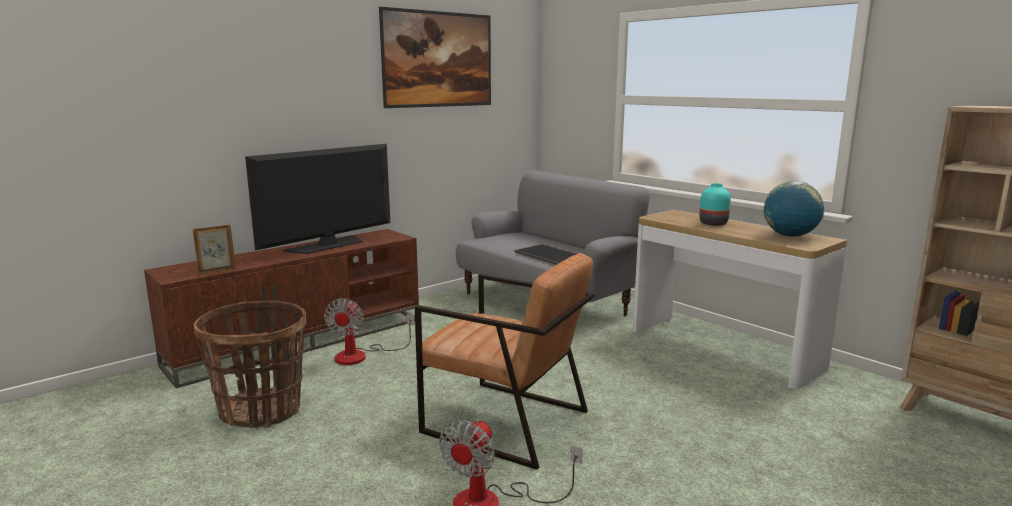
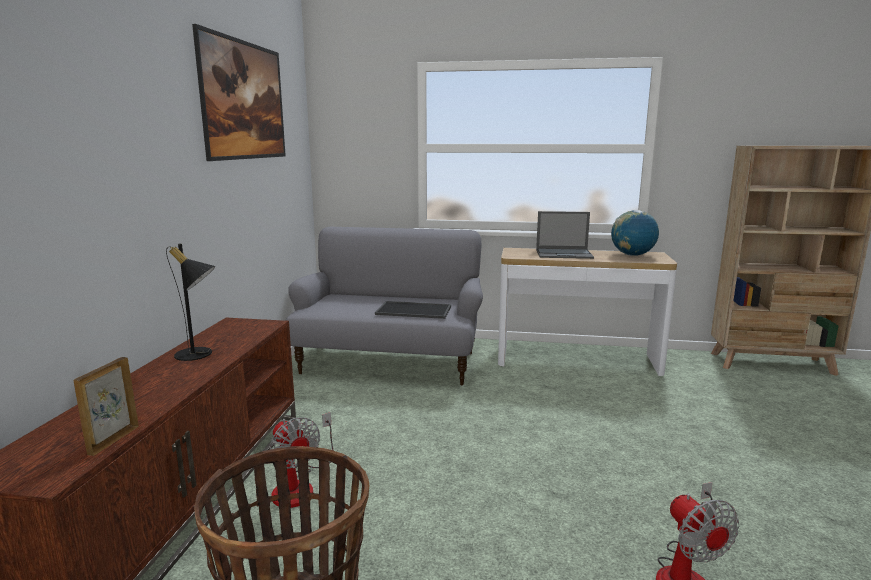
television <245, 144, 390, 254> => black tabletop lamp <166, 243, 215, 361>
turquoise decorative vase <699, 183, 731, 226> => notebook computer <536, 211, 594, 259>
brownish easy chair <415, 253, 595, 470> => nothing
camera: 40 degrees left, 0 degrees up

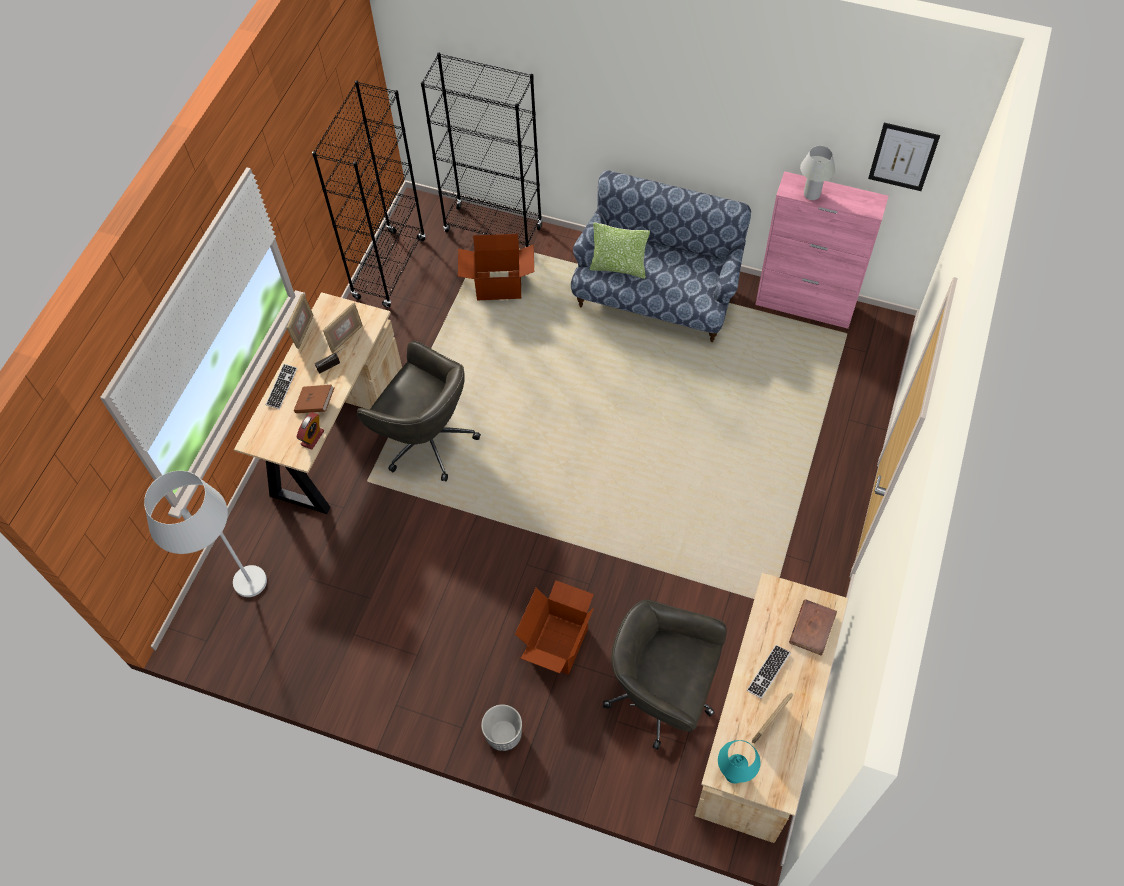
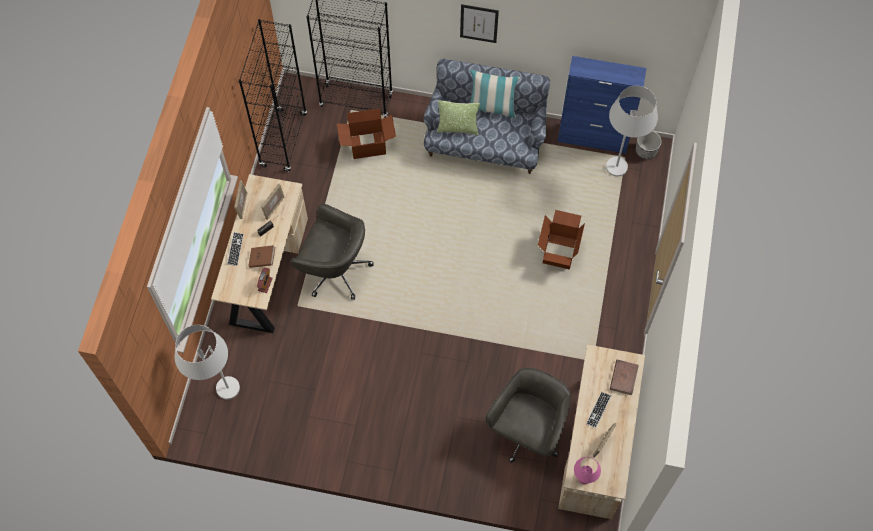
wall picture <868, 123, 940, 191> => wall picture <460, 4, 499, 43>, moved
white-coloured tabletop lamp <800, 146, 835, 200> => nothing
pink-coloured cupboard <755, 171, 888, 329> => blue cupboard <557, 56, 646, 154>
cardboard box <515, 580, 594, 675> => cardboard box <538, 210, 585, 270>, moved
gray computer chair <603, 600, 727, 750> => gray computer chair <486, 368, 571, 463>, 105 degrees clockwise
flower pot <481, 705, 522, 751> => flower pot <636, 131, 662, 159>, moved
turquoise tabletop lamp <718, 740, 761, 784> => pink-coloured tabletop lamp <574, 457, 601, 484>
nothing => cushion <470, 70, 520, 118>
nothing => white-coloured standing lamp <606, 86, 658, 176>
camera: 10 degrees left, 5 degrees up

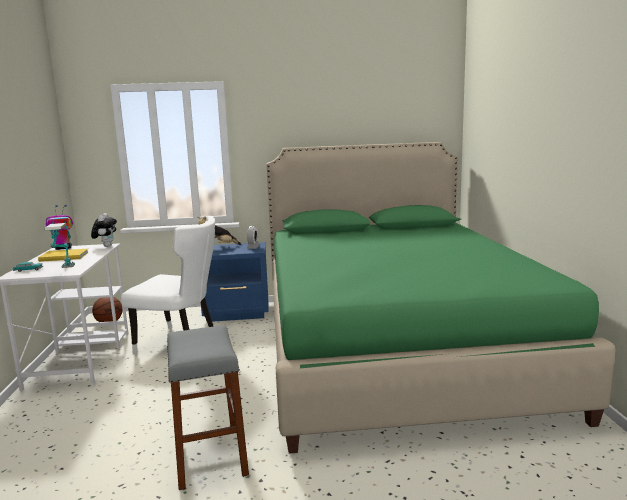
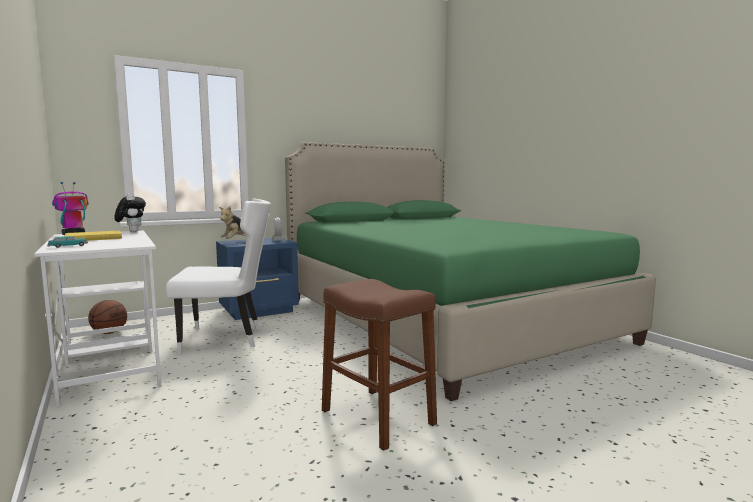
tabletop lamp <45, 223, 75, 268> => nothing
gray stool <167, 326, 249, 490> => brownish stool <322, 279, 437, 451>
camera: 25 degrees left, 5 degrees down

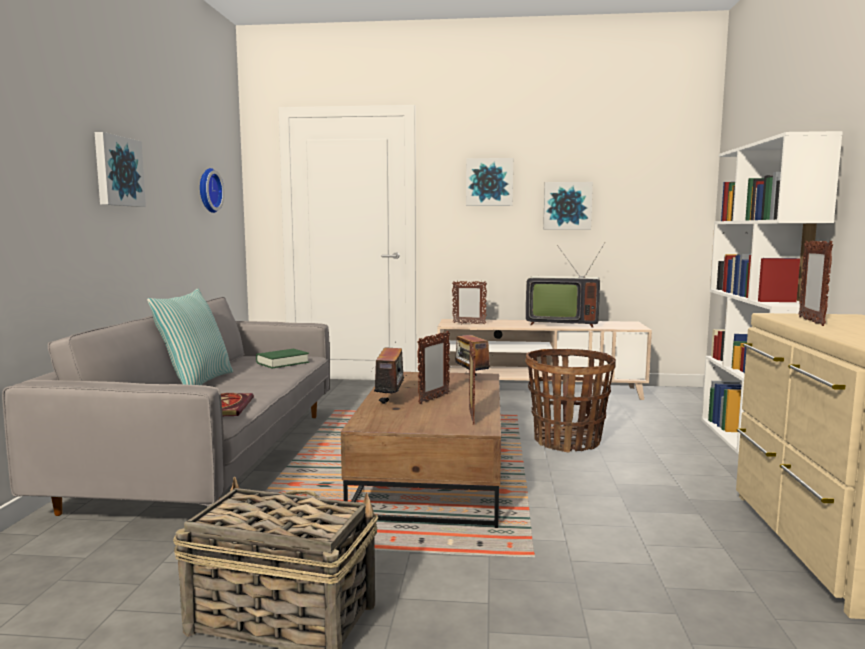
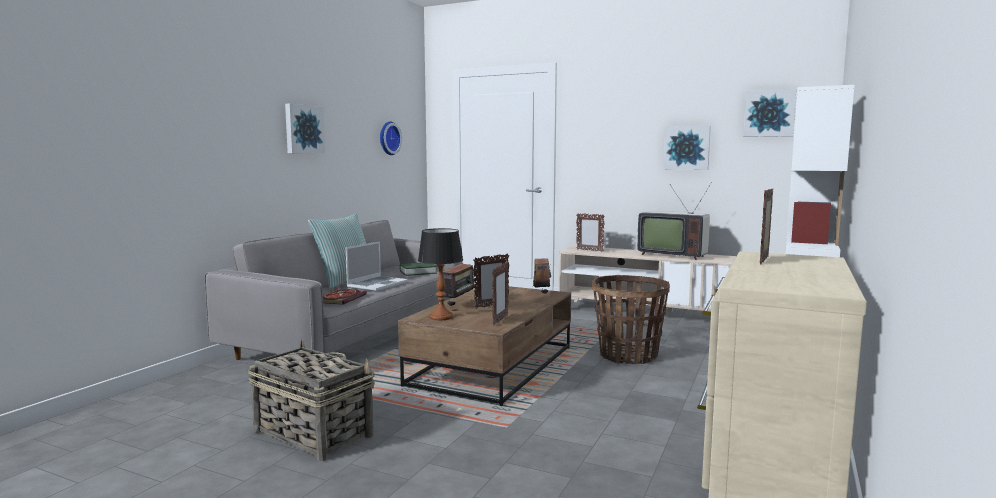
wall picture <466, 158, 513, 206> => wall picture <744, 89, 796, 137>, moved
nothing => tabletop lamp <418, 228, 463, 320>
nothing => notebook computer <346, 241, 408, 292>
camera: 20 degrees right, 0 degrees up

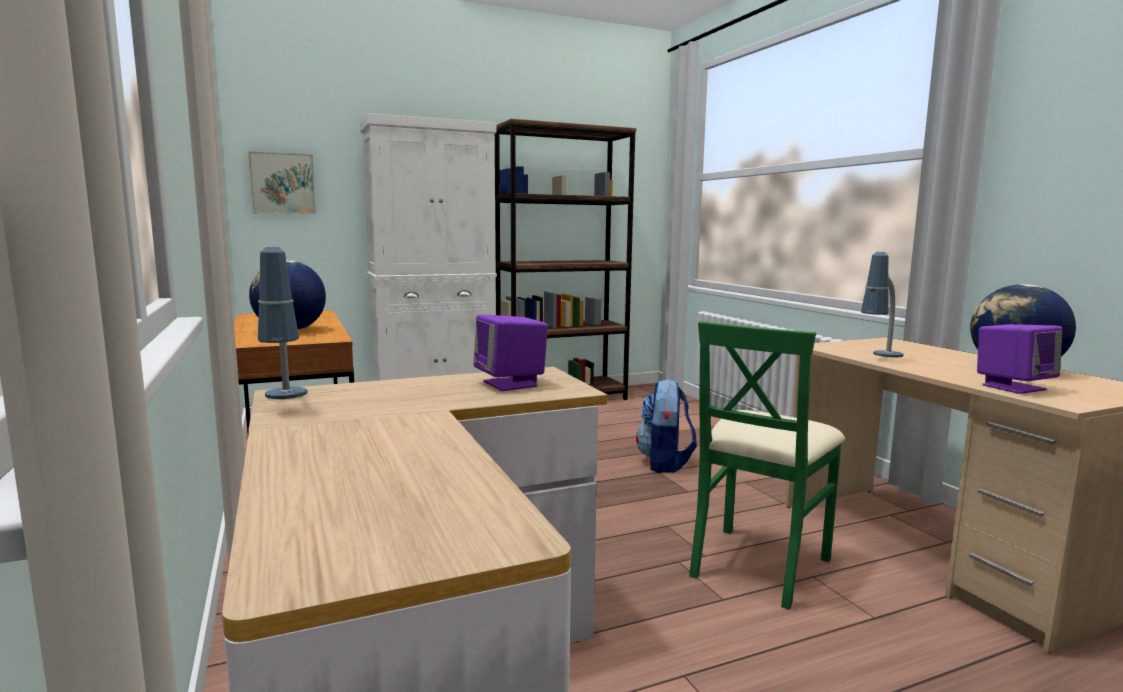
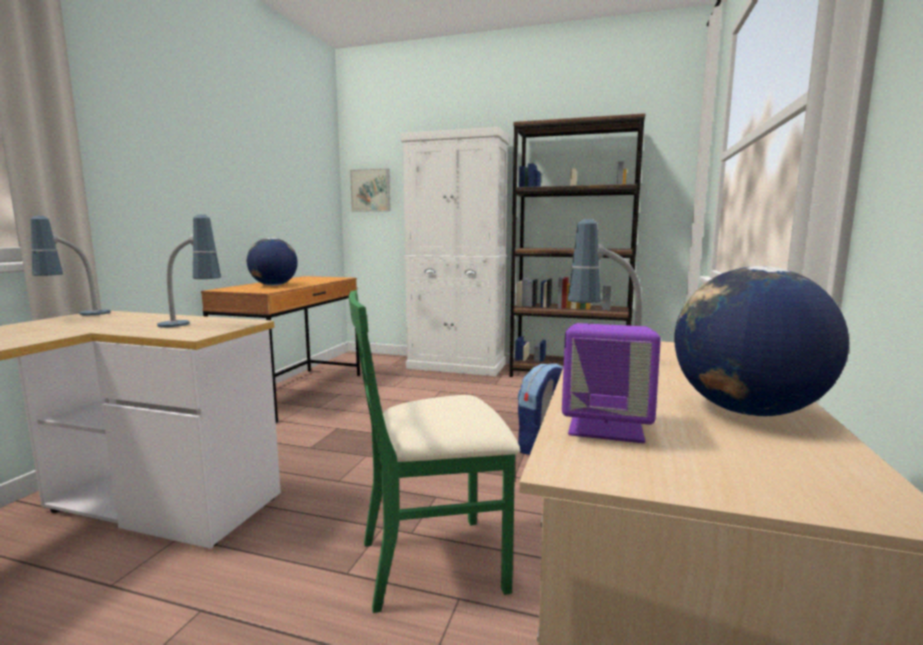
purplish speaker <473, 315, 548, 391> => tabletop lamp <157, 214, 221, 328>
camera: 40 degrees right, 0 degrees up

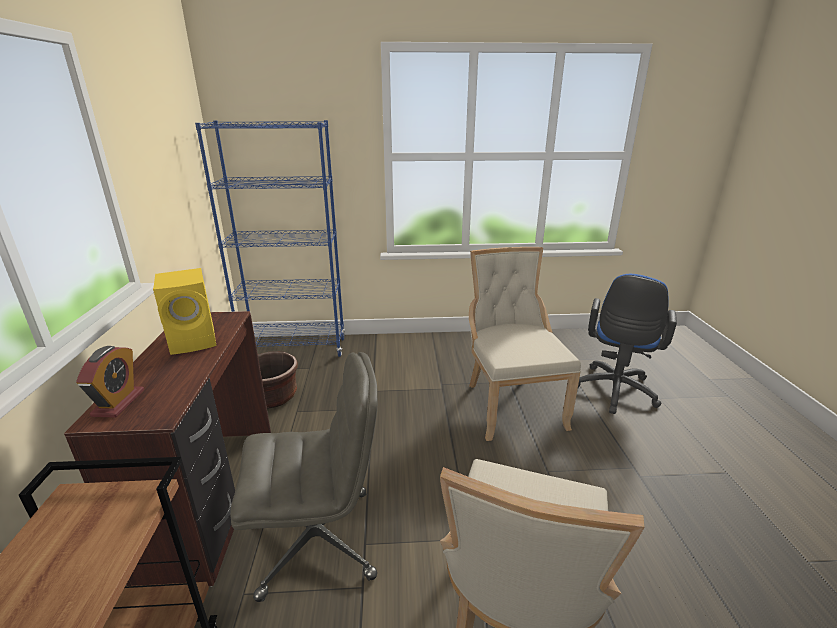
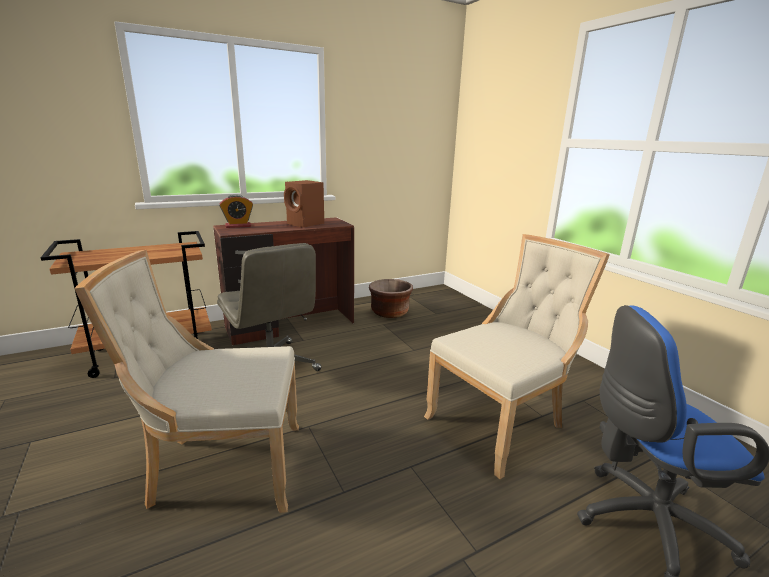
blue bookcase <195, 120, 345, 357> => nothing
yellow speaker <153, 268, 217, 355> => brownish speaker <284, 180, 324, 227>
camera: 65 degrees right, 5 degrees down

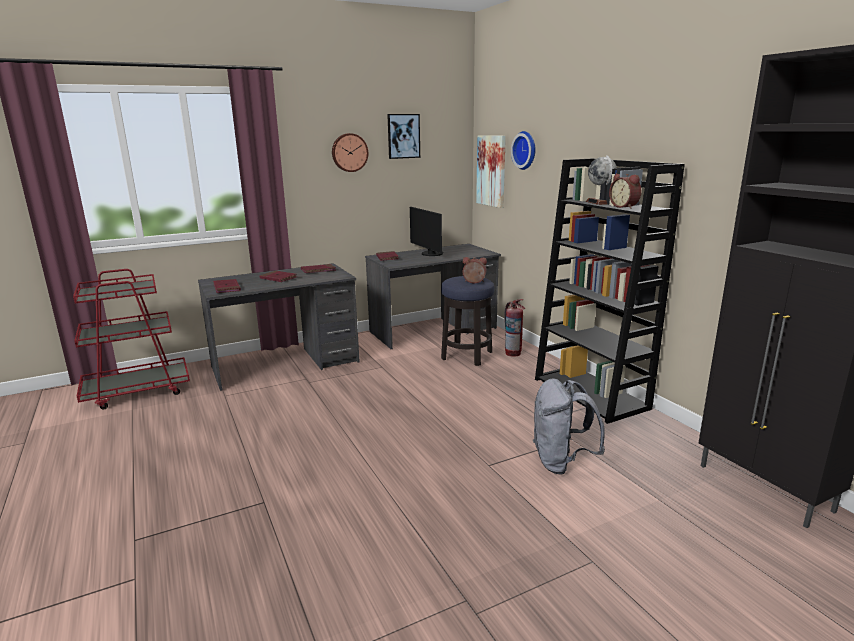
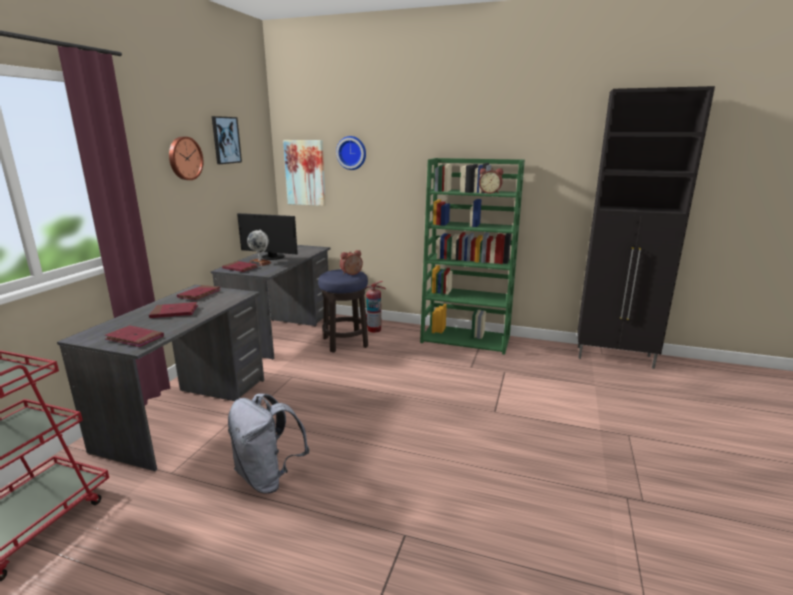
desk globe <586, 155, 617, 205> => desk globe <247, 230, 271, 266>, moved
black bookcase <535, 158, 685, 424> => green bookcase <420, 158, 525, 355>
gray backpack <533, 378, 605, 475> => gray backpack <228, 393, 310, 494>, moved
camera: 45 degrees left, 0 degrees up

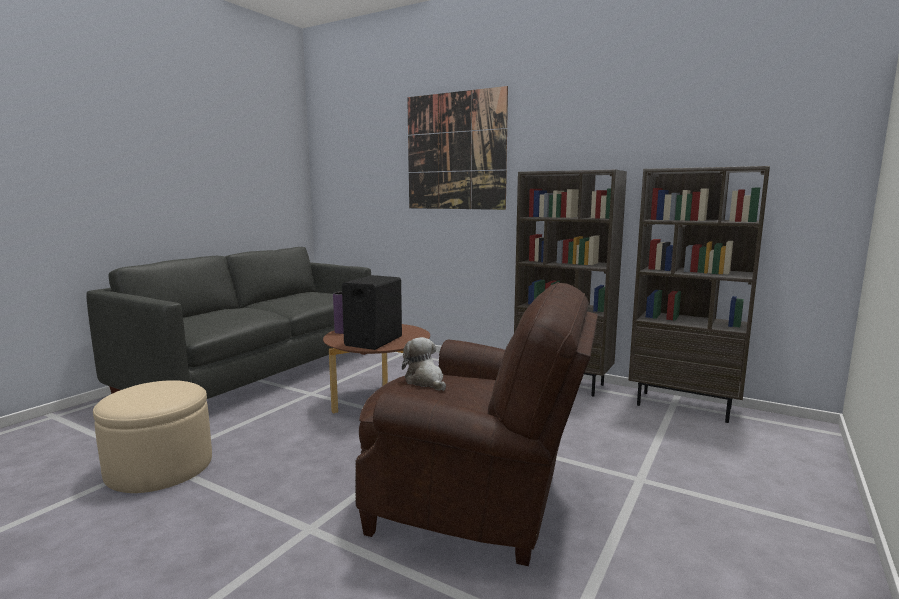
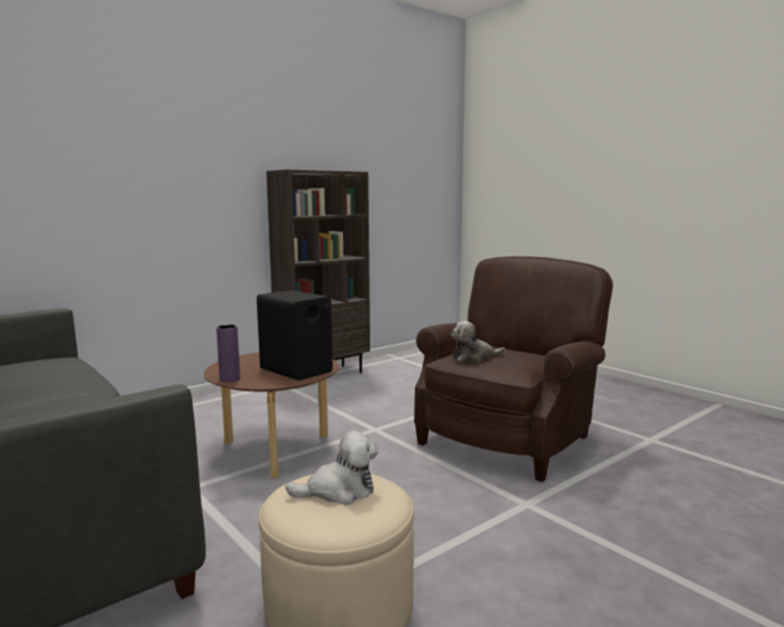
wall picture <407, 86, 508, 210> => nothing
brownish bookcase <628, 166, 770, 423> => nothing
nothing => cuddly toy <285, 430, 378, 505>
camera: 70 degrees left, 0 degrees up

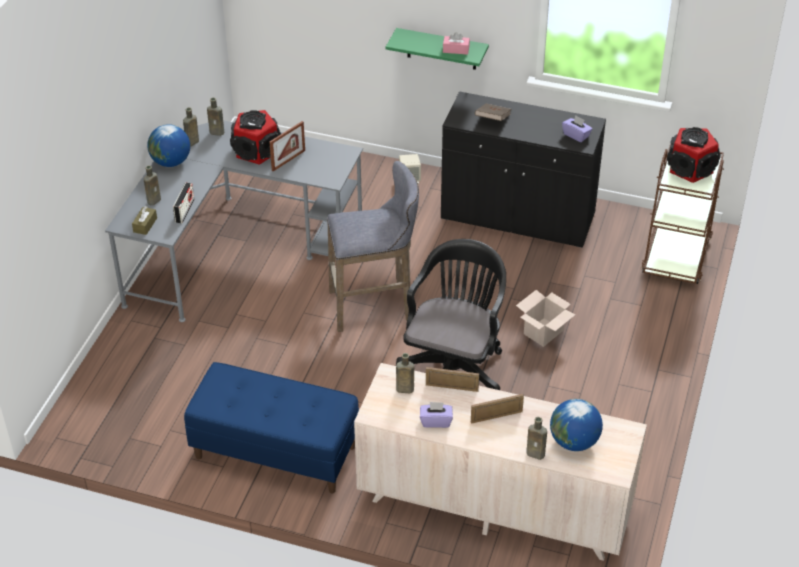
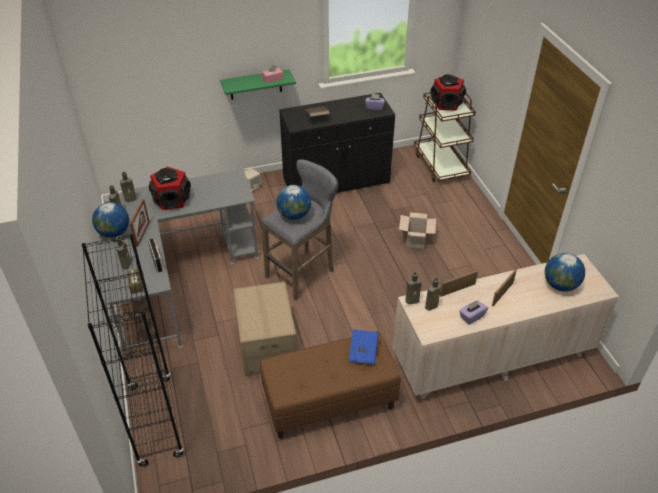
picture frame <269, 121, 305, 171> => picture frame <130, 199, 149, 247>, moved
black computer chair <396, 239, 506, 390> => nothing
blue bench <184, 362, 359, 493> => brownish bench <260, 331, 401, 439>
brownish bottle <526, 417, 547, 460> => brownish bottle <405, 272, 421, 304>, moved
nothing => desk globe <276, 185, 311, 220>
nothing => black bookcase <81, 234, 184, 467>
nothing => cardboard box <233, 282, 297, 376>
nothing => blue volume <349, 329, 379, 365>
camera: 35 degrees left, 0 degrees up

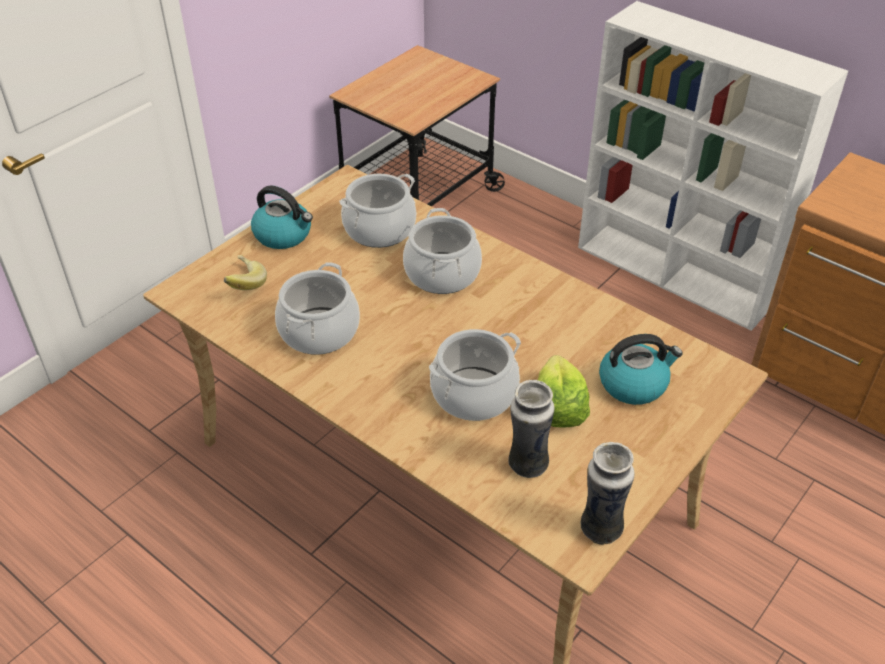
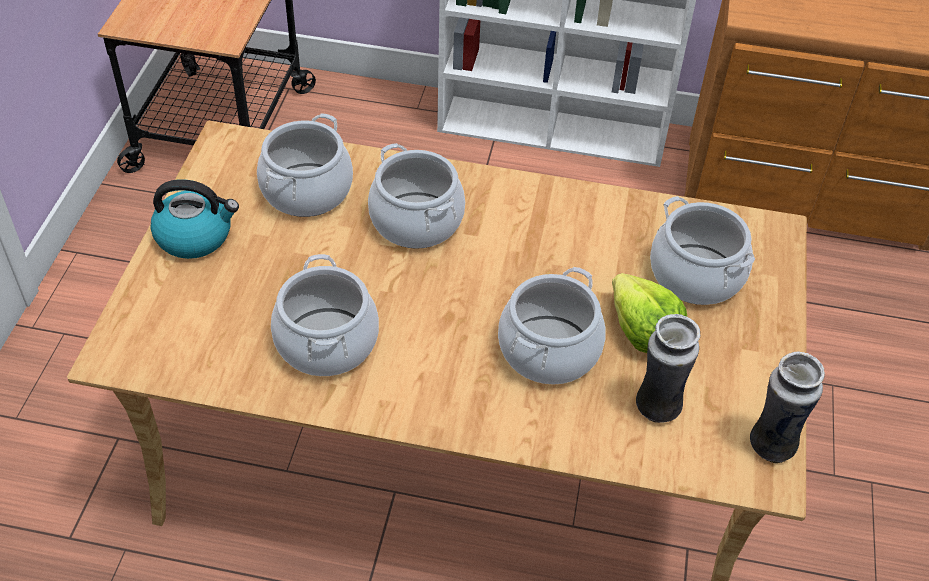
banana <224, 255, 267, 290> => nothing
tea kettle <599, 334, 683, 405> => saucepot <650, 196, 755, 305>
camera: 30 degrees left, 5 degrees up

